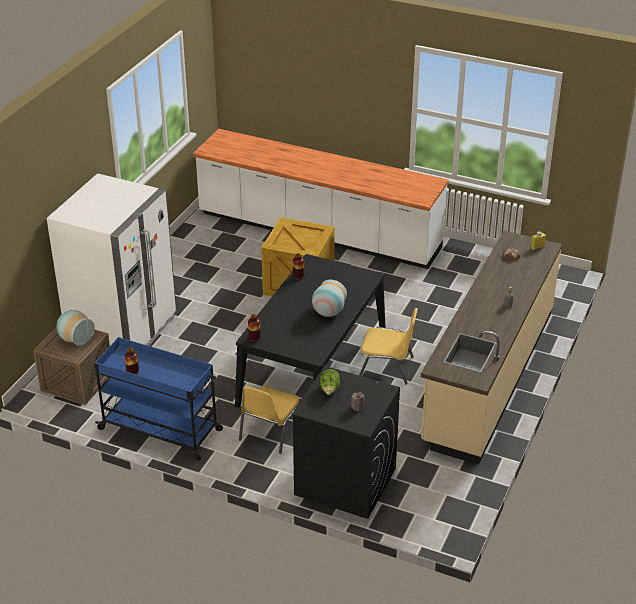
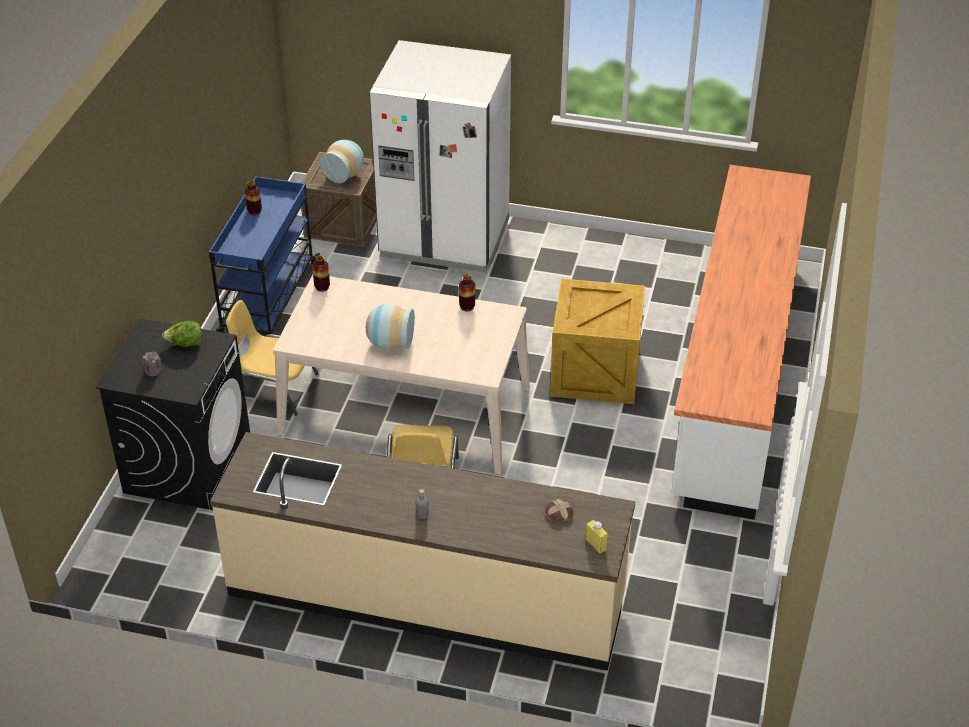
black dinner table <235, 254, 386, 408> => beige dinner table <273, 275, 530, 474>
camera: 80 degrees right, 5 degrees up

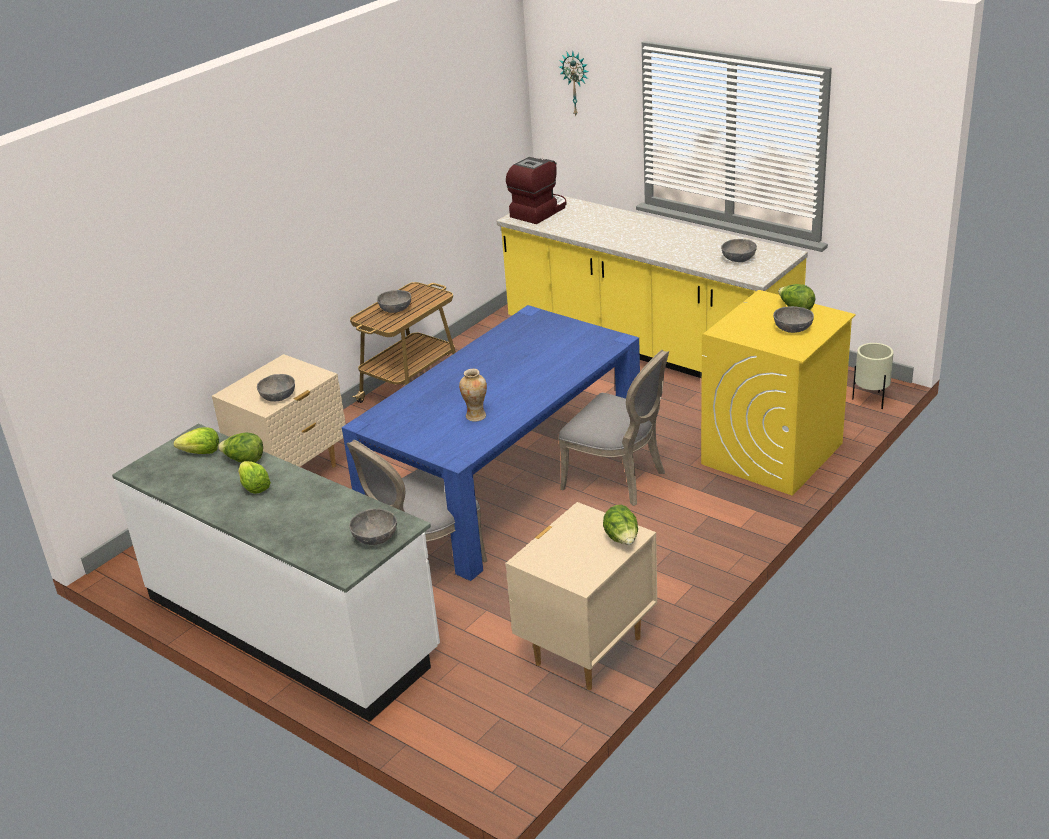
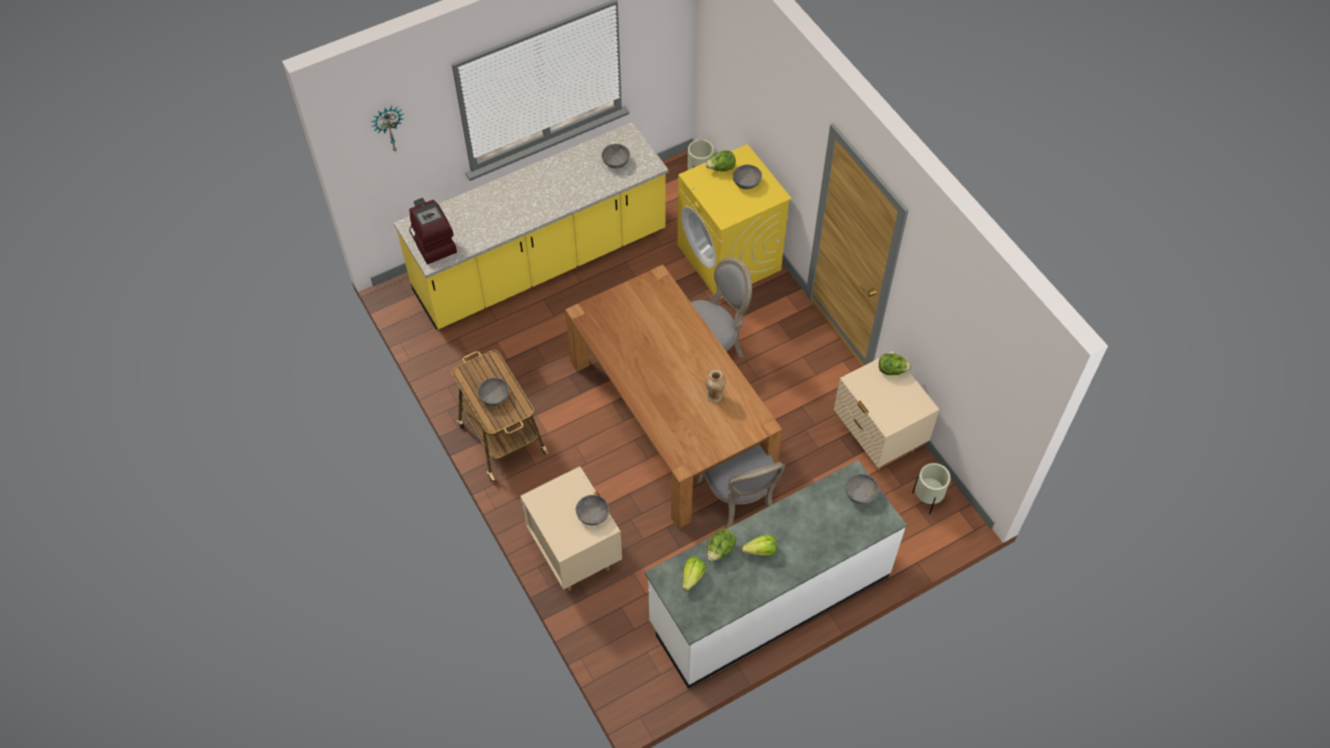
blue dinner table <342, 305, 640, 581> => brownish dinner table <565, 265, 783, 529>
nothing => beige flower pot <912, 463, 950, 514>
camera: 70 degrees left, 25 degrees up

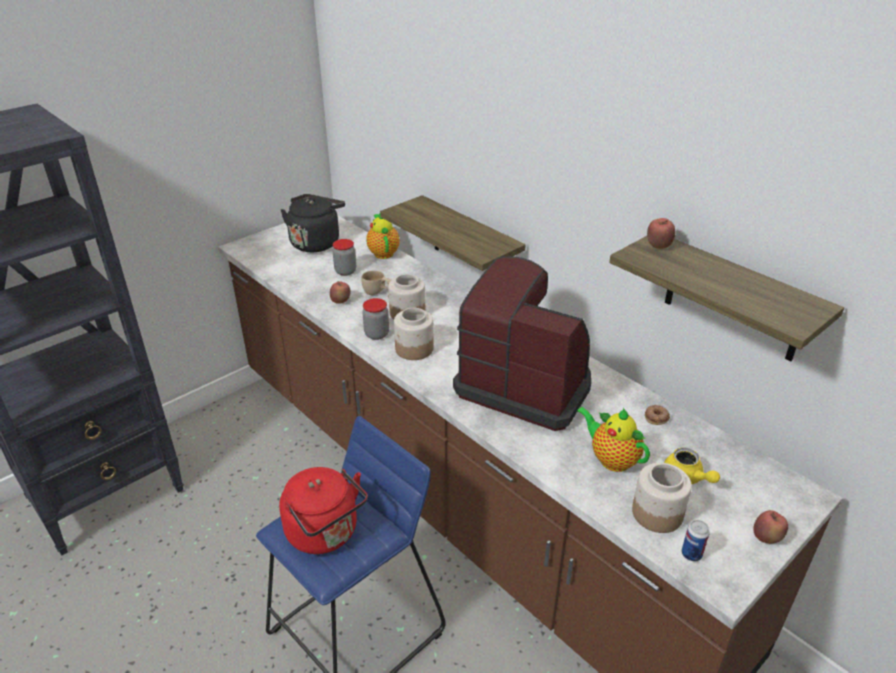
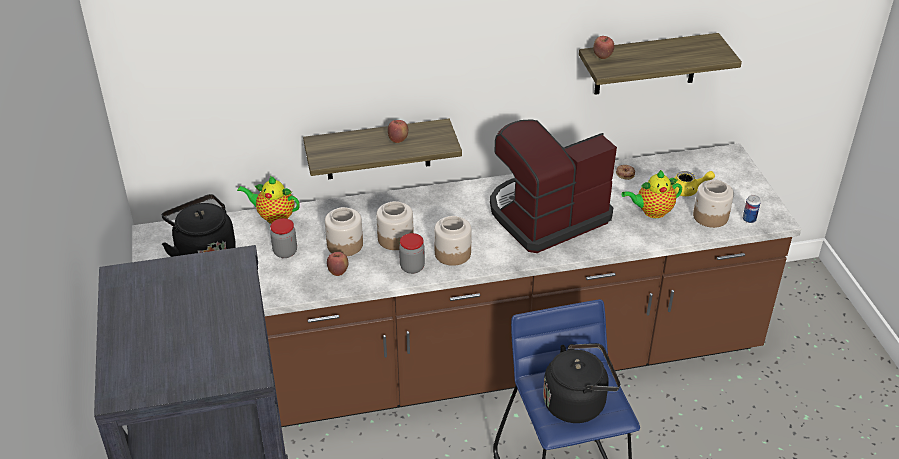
beige cup <361, 271, 391, 297> => storage jar <325, 207, 363, 256>
reddish tea kettle <279, 467, 368, 554> => black tea kettle <543, 343, 620, 423>
apple <753, 510, 788, 544> => apple <388, 120, 408, 143>, moved
camera: 60 degrees left, 5 degrees up

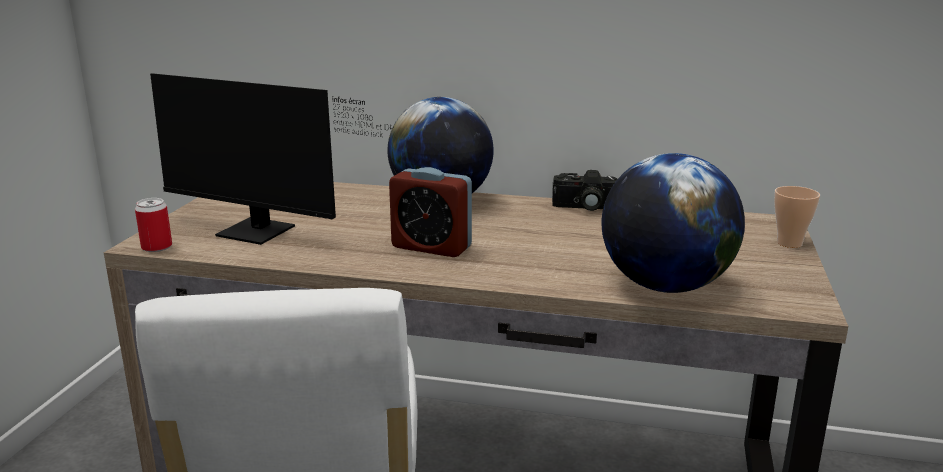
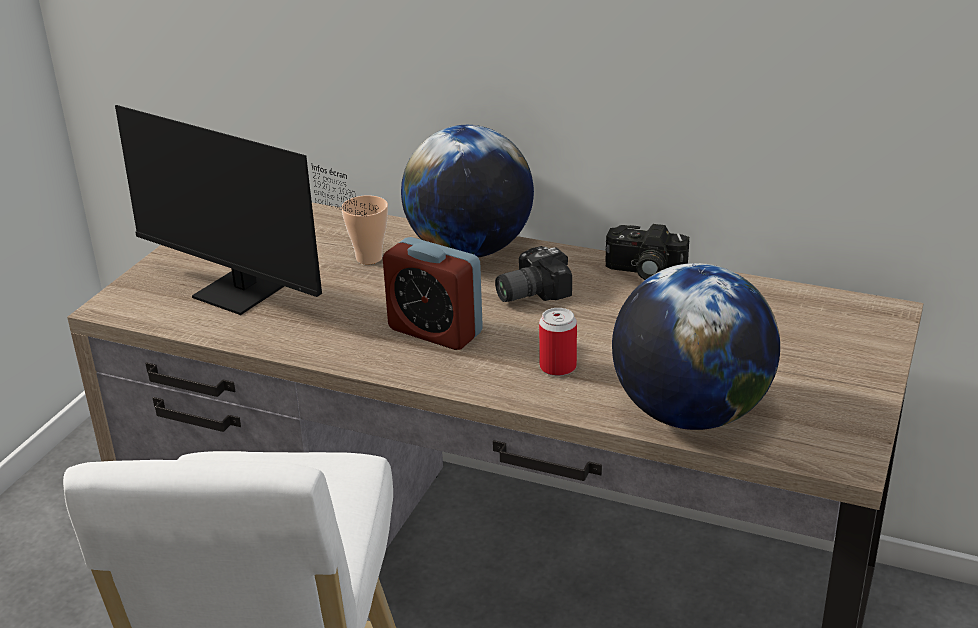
cup <774, 186, 820, 248> => cup <341, 195, 388, 264>, moved
sealed can <135, 198, 172, 252> => sealed can <539, 308, 577, 376>, moved
nothing => photo camera <495, 246, 572, 302>
camera: 10 degrees right, 10 degrees up

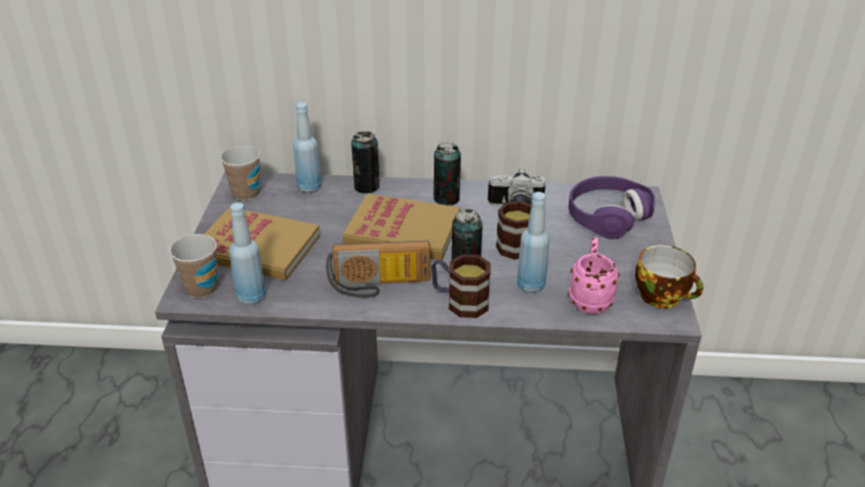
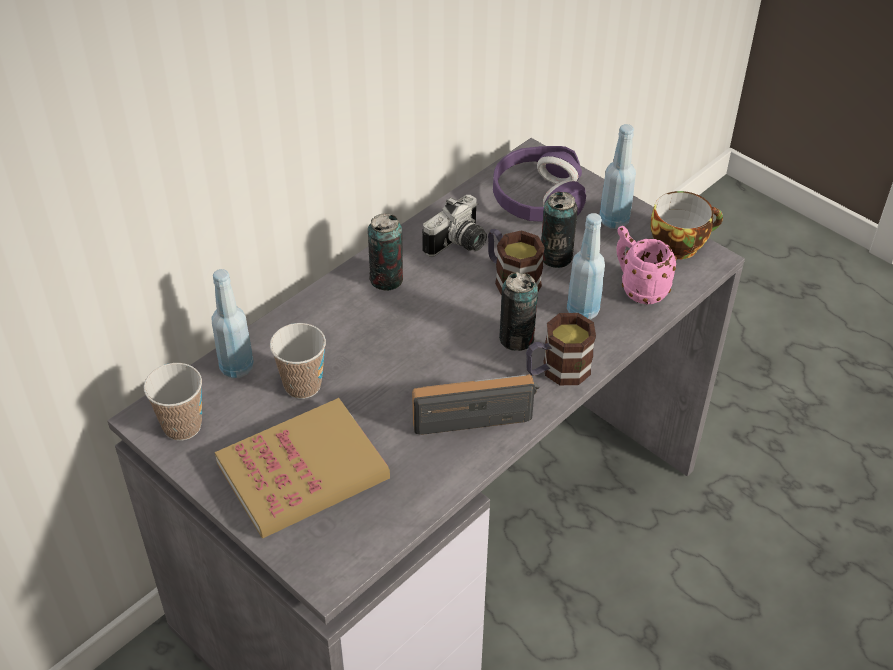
sealed can <351, 131, 380, 194> => sealed can <541, 192, 578, 268>, moved
volume <342, 194, 460, 260> => nothing
blue bottle <229, 202, 266, 305> => blue bottle <599, 124, 636, 229>, moved
cup <169, 234, 217, 298> => cup <270, 323, 326, 399>, moved
radio receiver <326, 241, 431, 298> => radio receiver <412, 375, 540, 435>, 135 degrees counterclockwise
camera: 50 degrees left, 10 degrees up

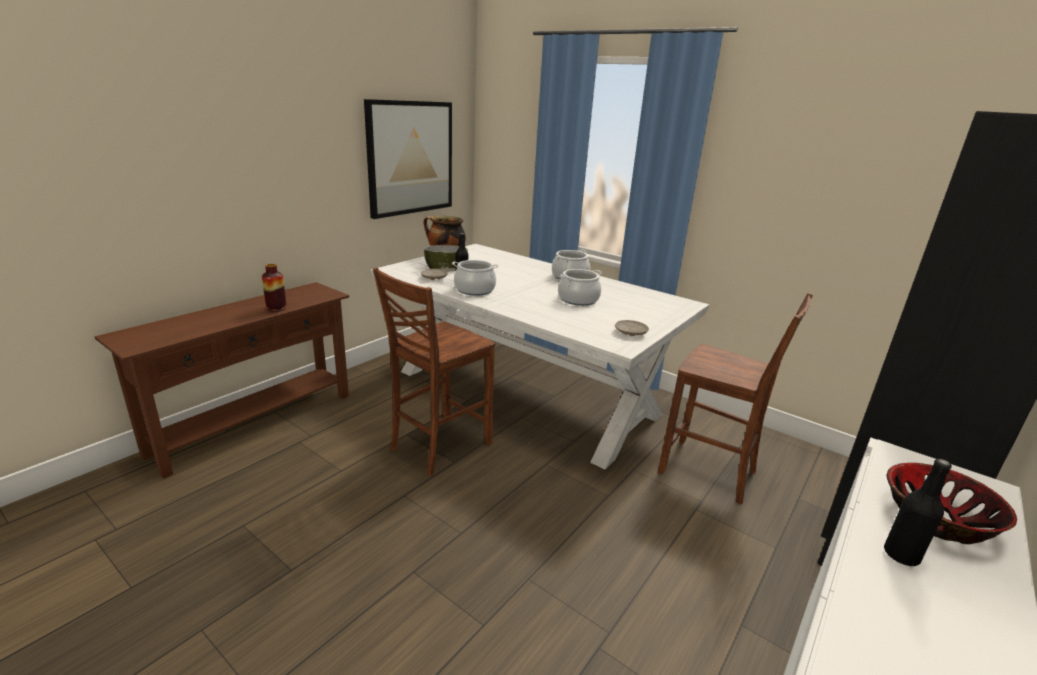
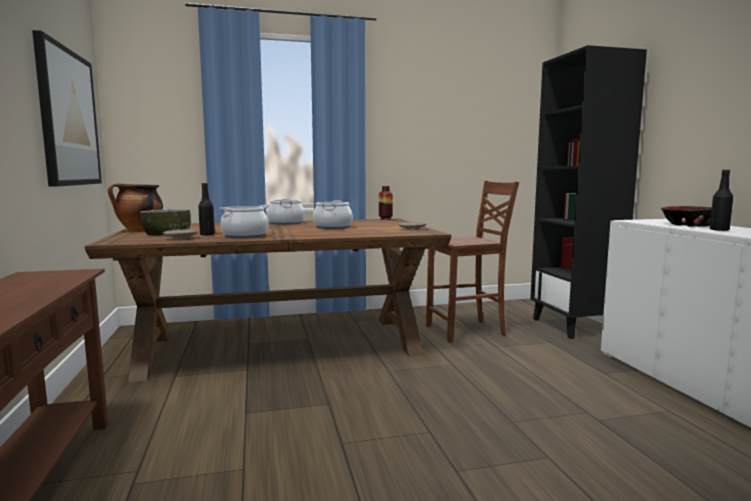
white-coloured dinner table <370, 244, 709, 469> => brownish dinner table <85, 219, 451, 382>
decorative vase <262, 264, 287, 312> => decorative vase <379, 186, 393, 220>, moved
brownish chair <373, 268, 495, 476> => nothing
camera: 50 degrees left, 15 degrees down

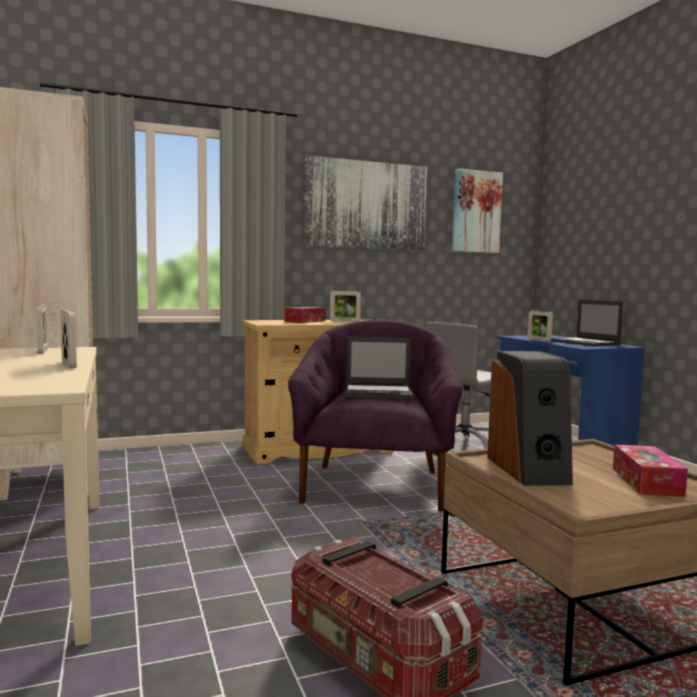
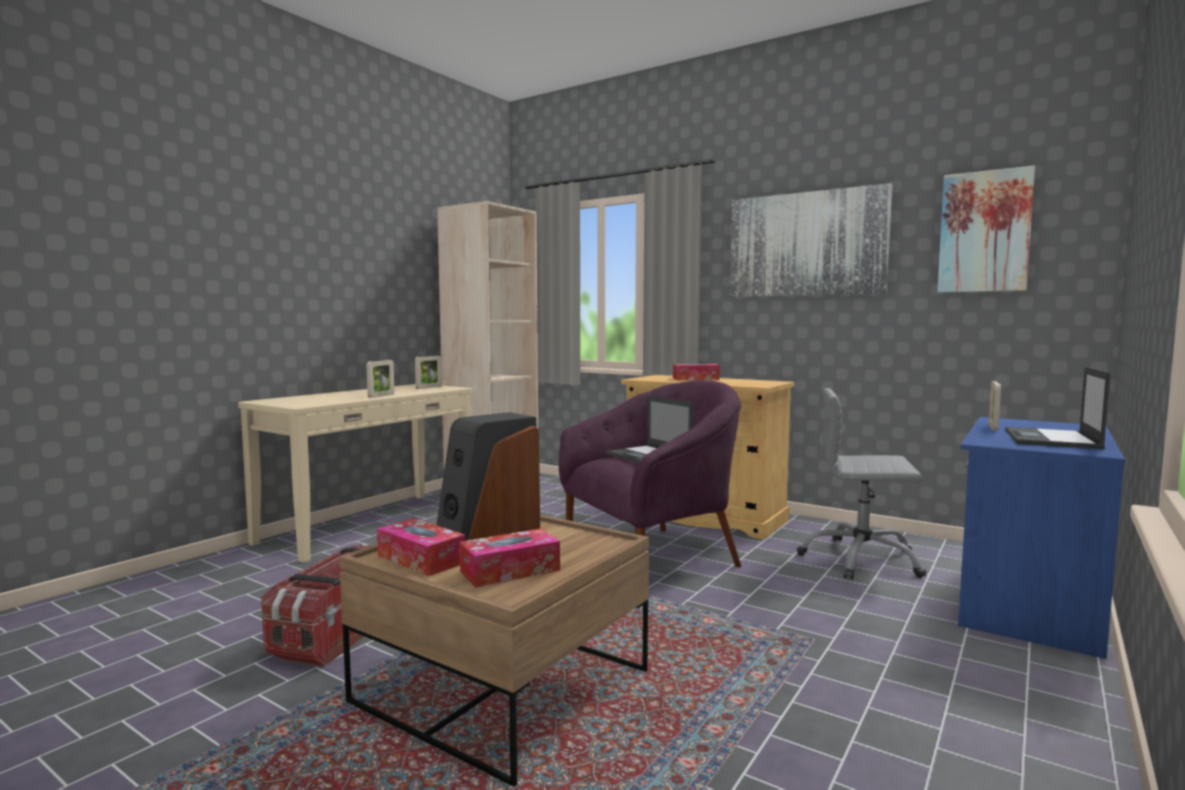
picture frame <330, 291, 361, 322> => nothing
nothing => box of tissues <377, 519, 465, 576>
camera: 55 degrees right, 0 degrees up

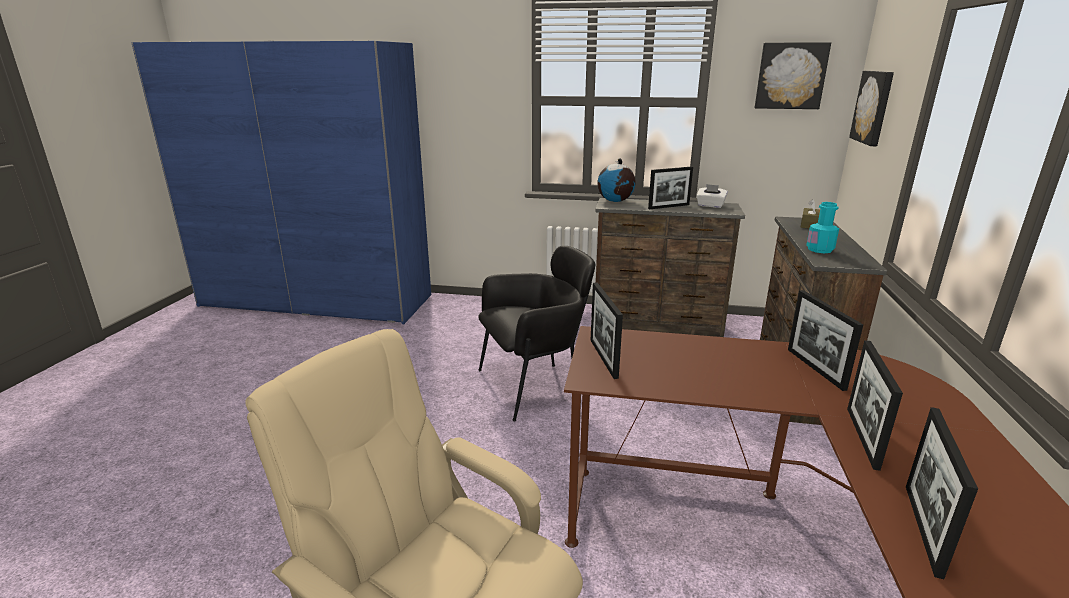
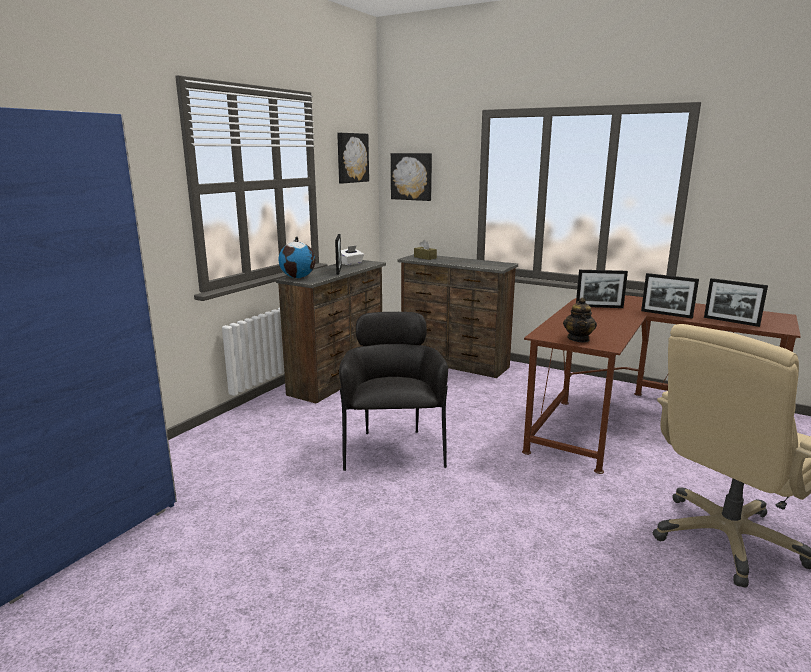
turquoise bottle <806, 202, 839, 253> => nothing
picture frame <590, 283, 623, 379> => teapot <563, 298, 597, 343>
camera: 70 degrees left, 5 degrees down

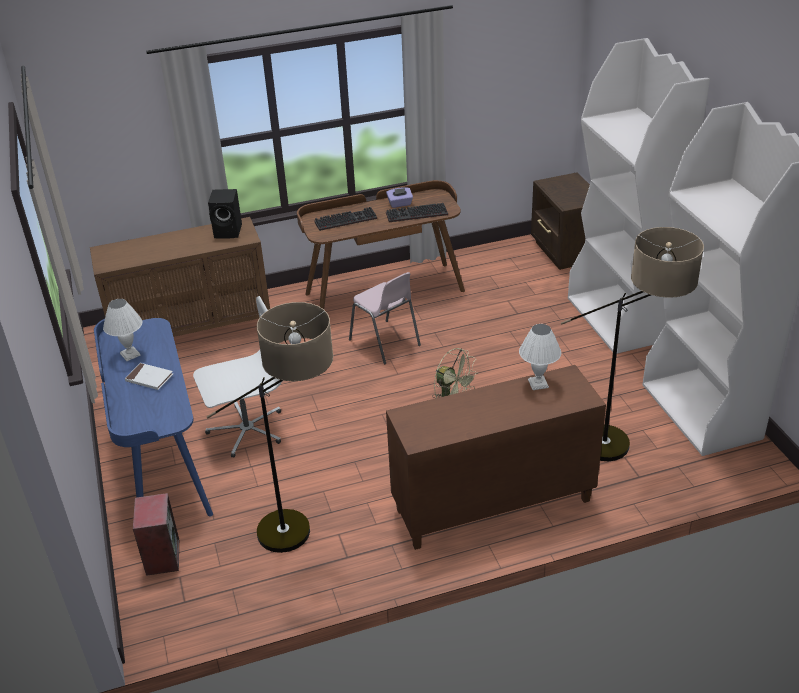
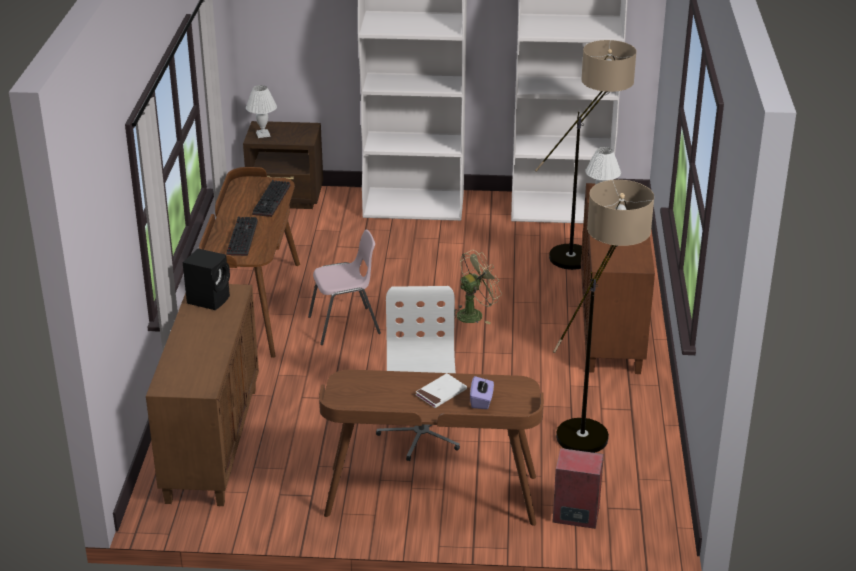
purplish box of tissues <386, 187, 413, 208> => purplish box of tissues <470, 376, 494, 409>, moved
white-coloured tabletop lamp <103, 299, 142, 361> => white-coloured tabletop lamp <246, 85, 277, 138>, moved
blue desk table <94, 318, 213, 517> => brownish desk table <319, 370, 544, 526>
camera: 70 degrees left, 5 degrees down

